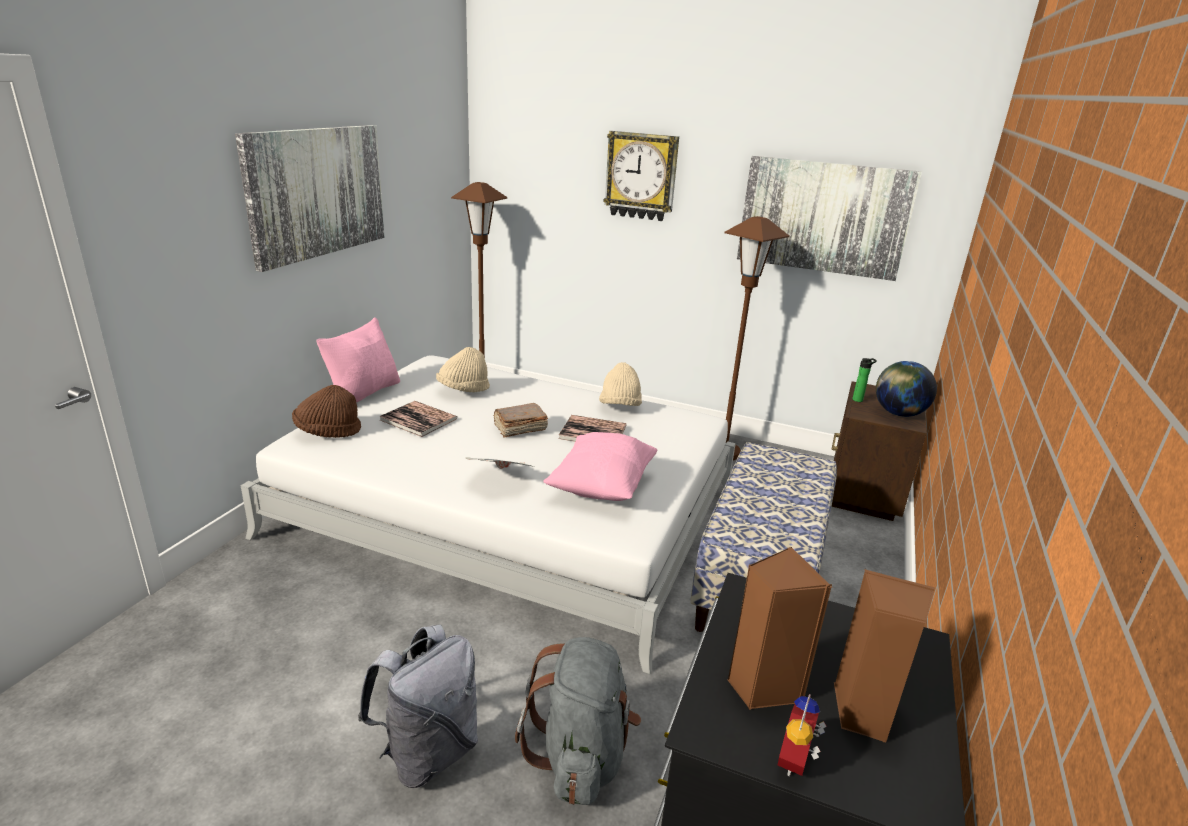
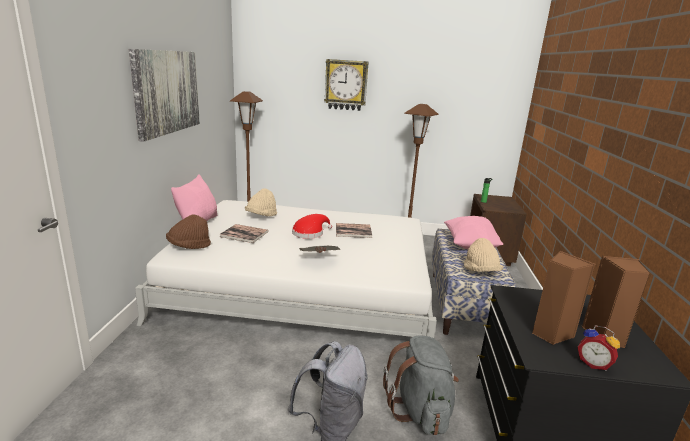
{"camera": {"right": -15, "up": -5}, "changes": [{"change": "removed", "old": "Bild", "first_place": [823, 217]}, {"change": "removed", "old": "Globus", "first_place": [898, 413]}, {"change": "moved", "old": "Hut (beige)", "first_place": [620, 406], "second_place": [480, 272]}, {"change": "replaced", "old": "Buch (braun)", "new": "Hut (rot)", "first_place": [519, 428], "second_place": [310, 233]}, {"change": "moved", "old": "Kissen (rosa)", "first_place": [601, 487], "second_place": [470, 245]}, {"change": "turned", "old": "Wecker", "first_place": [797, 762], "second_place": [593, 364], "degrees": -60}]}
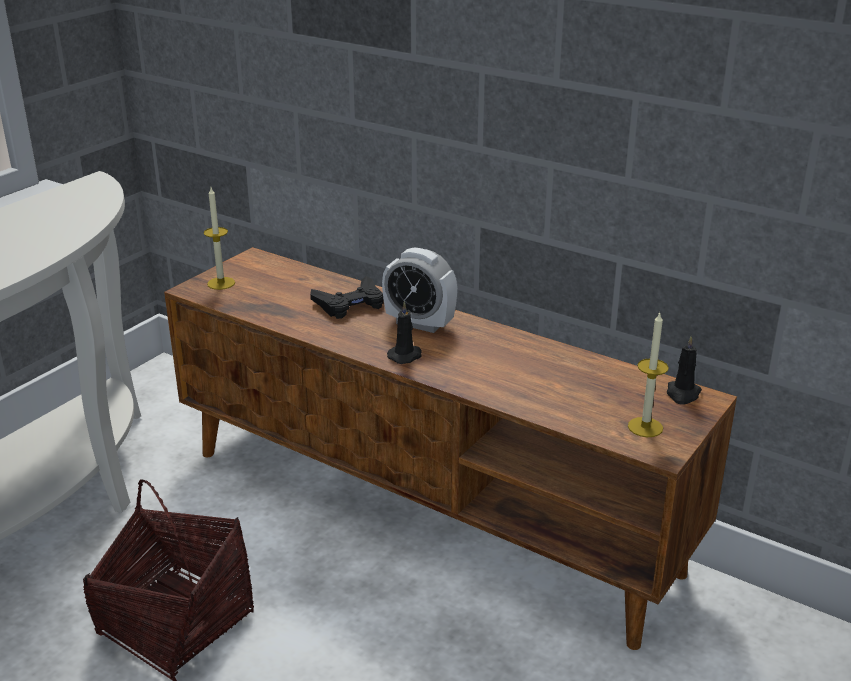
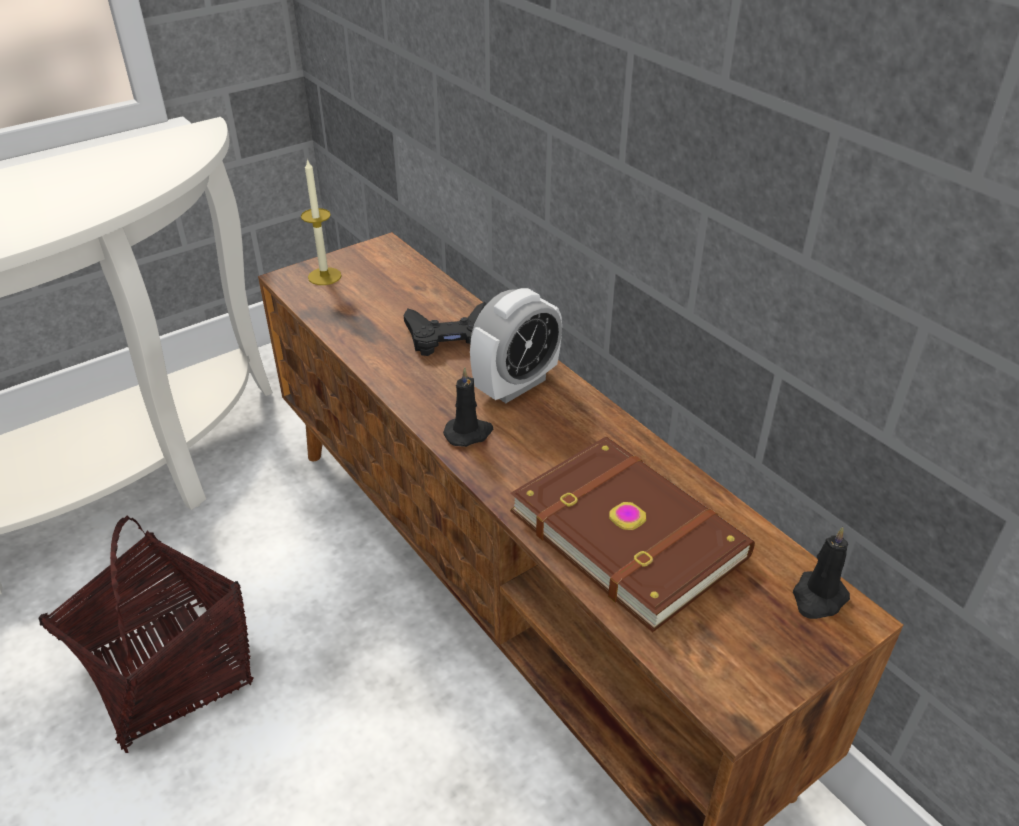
{"camera": {"right": 20, "up": 10}, "changes": [{"change": "turned", "old": "Wecker", "first_place": [419, 323], "second_place": [516, 385], "degrees": -90}, {"change": "removed", "old": "Kerze", "first_place": [645, 427]}, {"change": "added", "new": "Buch (braun)", "second_place": [629, 531]}]}
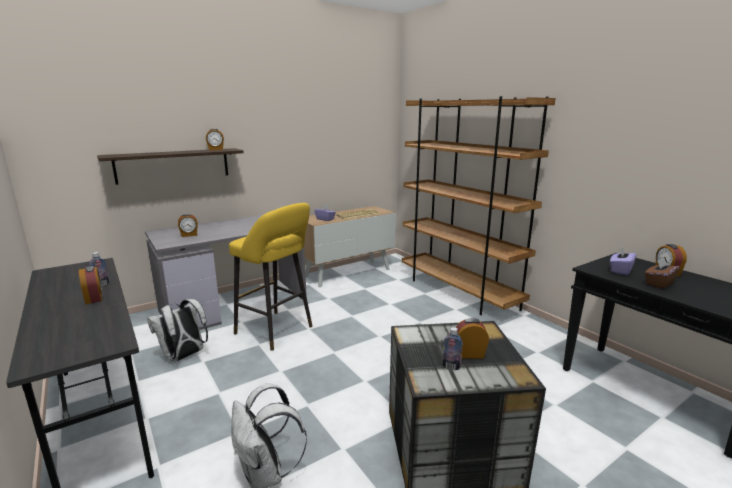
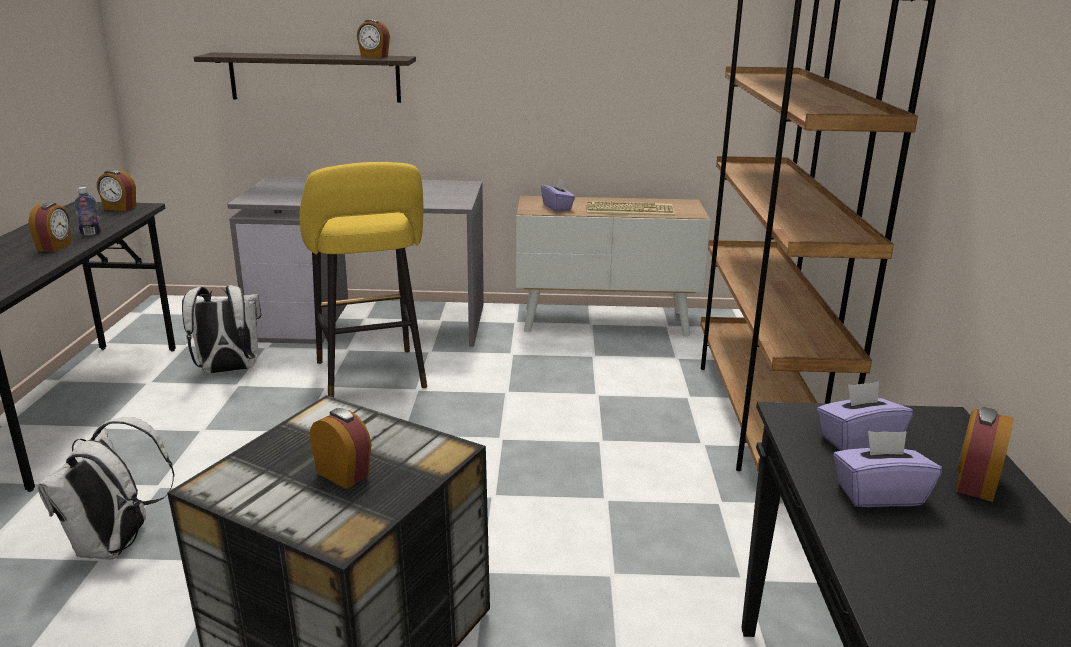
{"camera": {"right": 35, "up": 5}, "changes": [{"change": "moved", "old": "Wecker", "first_place": [189, 235], "second_place": [119, 208]}, {"change": "recoloured", "old": "Taschentuchbox (braun)", "new": "Taschentuchbox (lila)", "first_place": [659, 283], "second_place": [878, 494]}, {"change": "removed", "old": "Flasche", "first_place": [451, 367]}]}
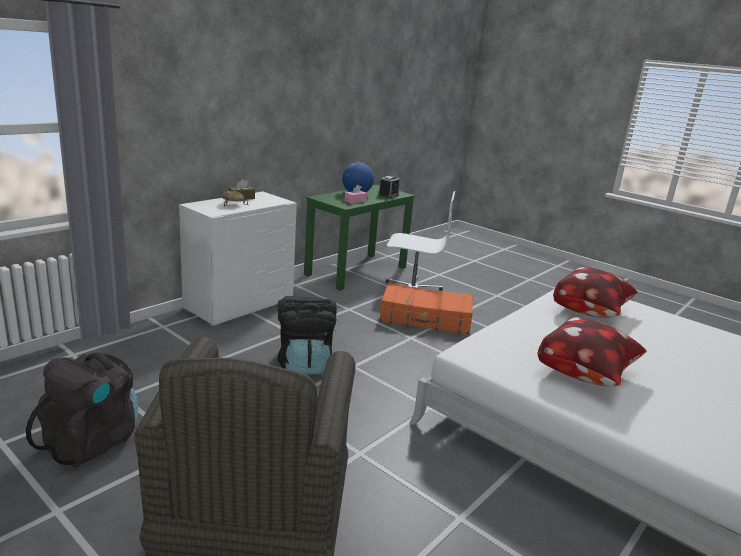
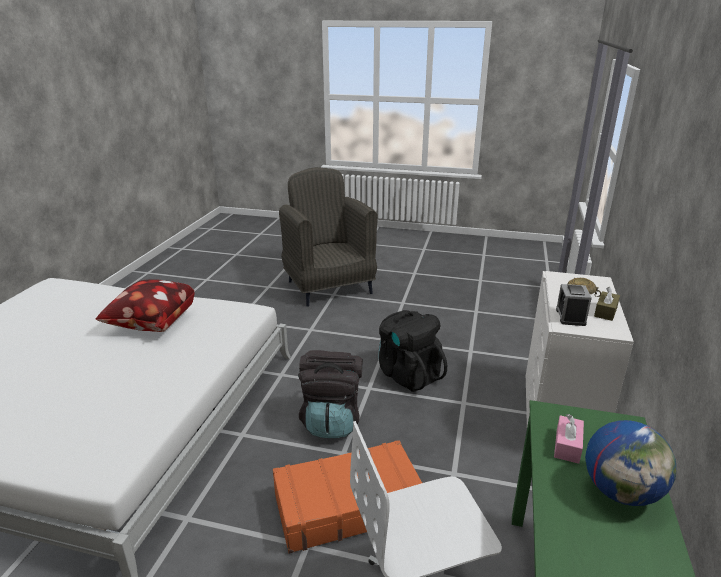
{"camera": {"right": 155, "up": 5}, "changes": [{"change": "moved", "old": "Wecker", "first_place": [388, 195], "second_place": [570, 317]}, {"change": "removed", "old": "Kissen", "first_place": [591, 312]}, {"change": "moved", "old": "Rucksack (schwarz)", "first_place": [93, 441], "second_place": [332, 420]}]}
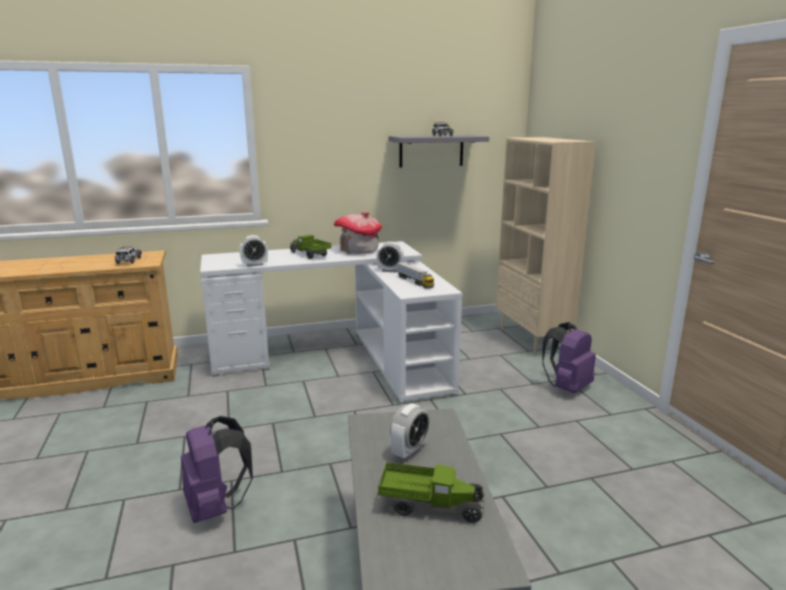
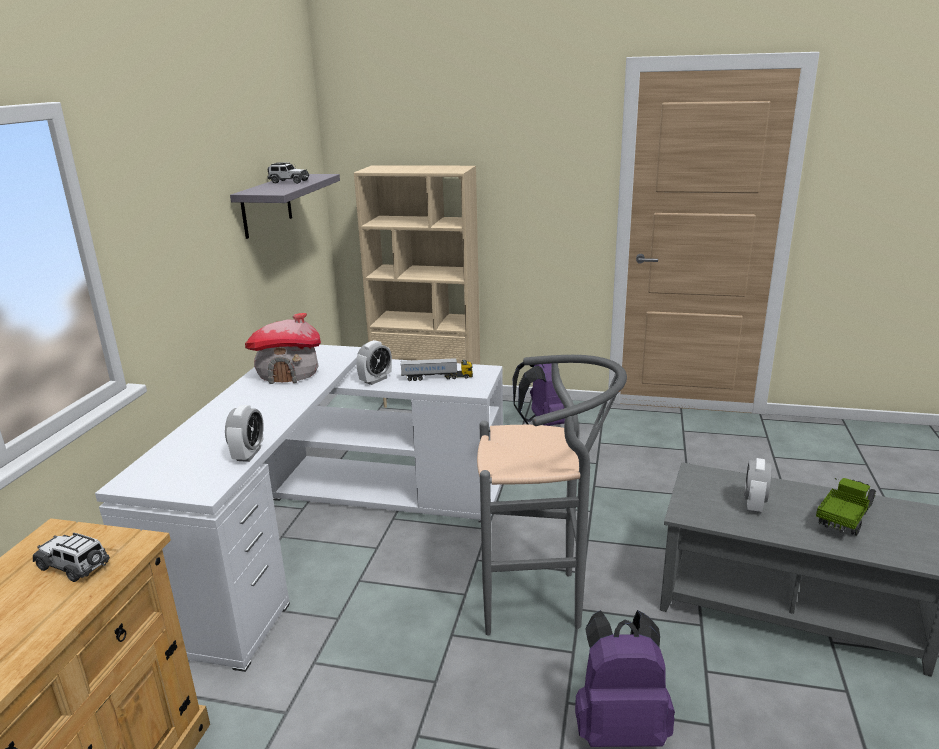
{"camera": {"right": -60, "up": 5}, "changes": [{"change": "removed", "old": "Spielzeuglaster", "first_place": [309, 255]}, {"change": "turned", "old": "Wecker", "first_place": [409, 451], "second_place": [754, 505], "degrees": -135}, {"change": "added", "new": "Hocker (grau)", "second_place": [542, 600]}]}
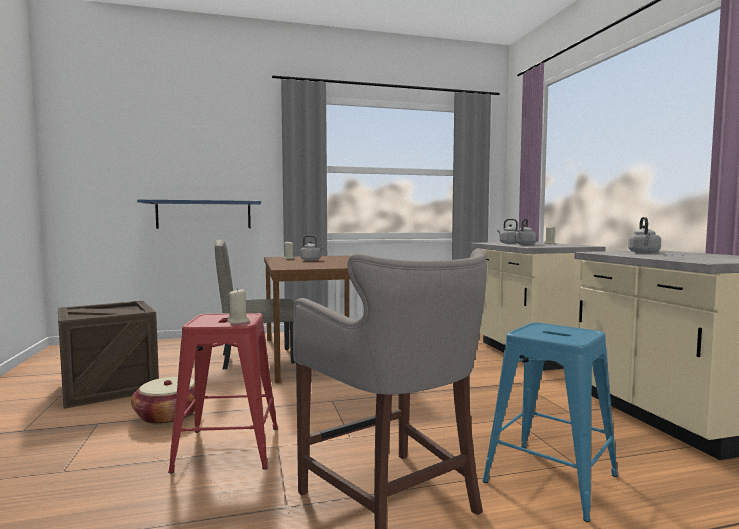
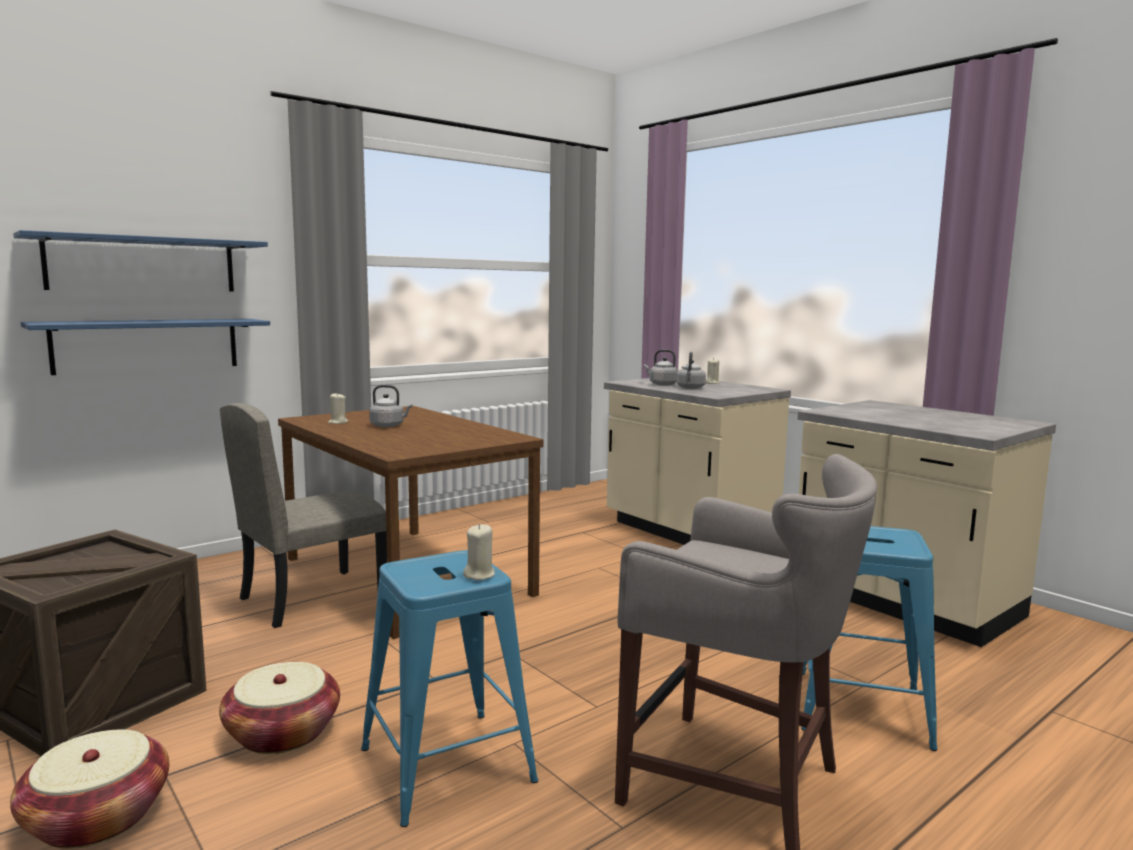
{"camera": {"right": -25, "up": 5}, "changes": [{"change": "removed", "old": "Wasserkessel (grau)", "first_place": [644, 252]}, {"change": "recoloured", "old": "Hocker (rot)", "new": "Hocker (blau)", "first_place": [228, 449], "second_place": [448, 765]}, {"change": "added", "new": "Wandregal (blau)", "second_place": [143, 264]}, {"change": "added", "new": "Korb", "second_place": [97, 818]}]}
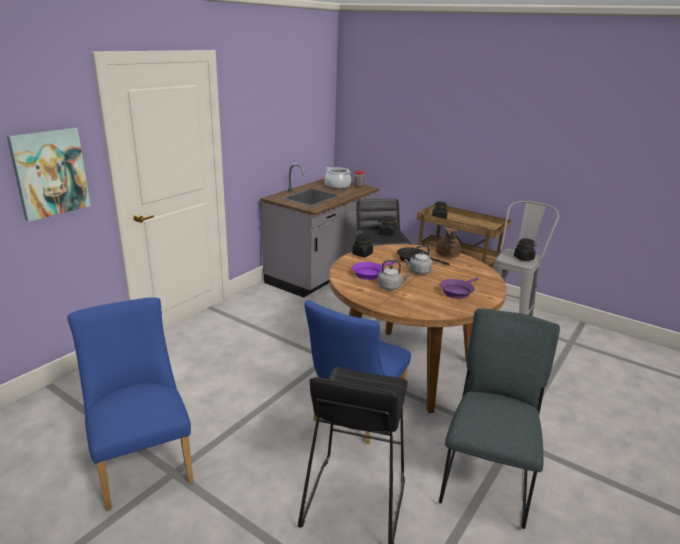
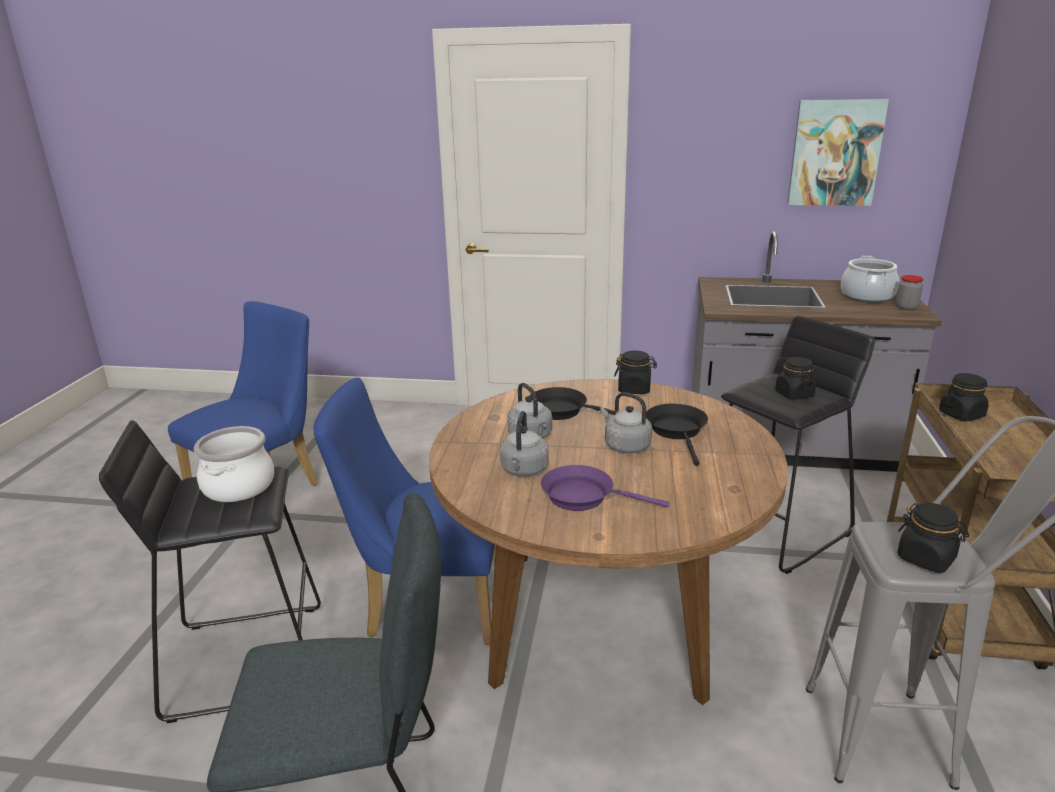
{"camera": {"right": 65, "up": 0}, "changes": [{"change": "moved", "old": "Bild", "first_place": [50, 173], "second_place": [835, 153]}, {"change": "removed", "old": "Teekanne (braun)", "first_place": [447, 256]}, {"change": "recoloured", "old": "Pfanne (lila)", "new": "Pfanne (schwarz)", "first_place": [369, 273], "second_place": [563, 411]}, {"change": "added", "new": "Wasserkessel (grau)", "second_place": [524, 470]}, {"change": "added", "new": "Kochtopf", "second_place": [239, 486]}]}
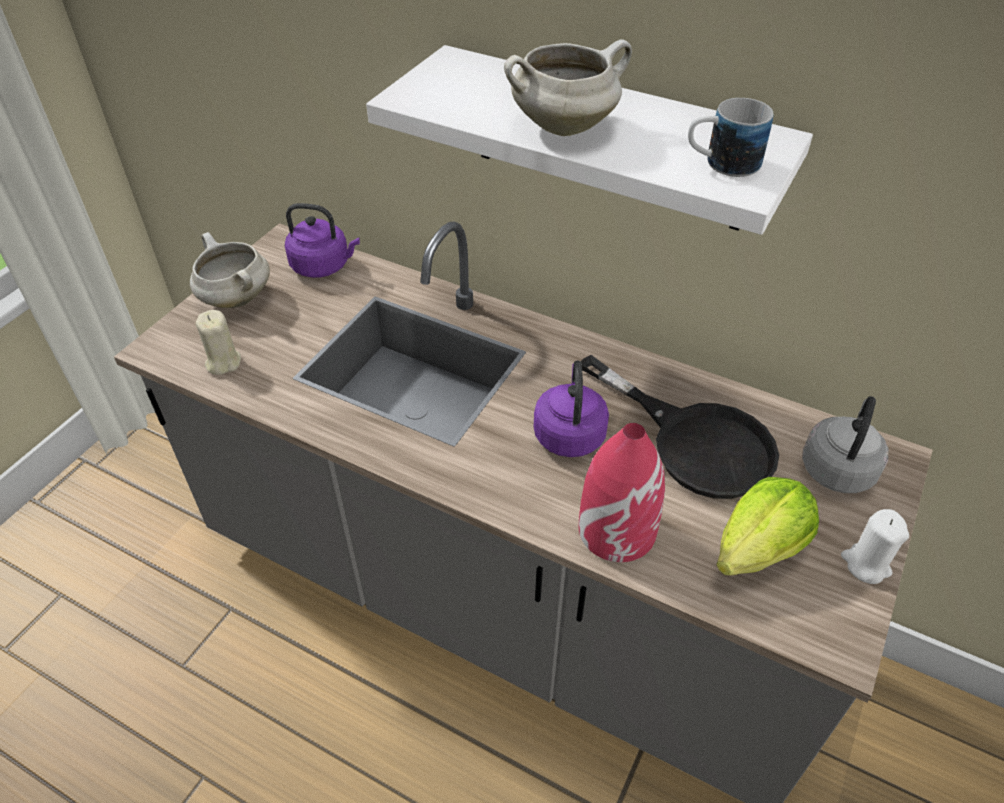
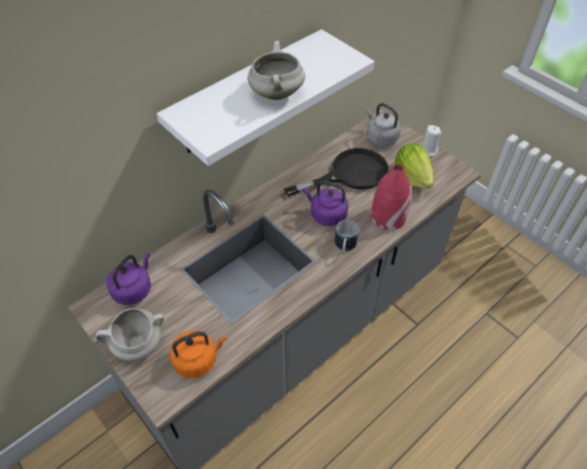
{"camera": {"right": -70, "up": 5}, "changes": [{"change": "moved", "old": "Henkelbecher", "first_place": [721, 164], "second_place": [344, 247]}, {"change": "replaced", "old": "Kerze (beige)", "new": "Wasserkessel (orange)", "first_place": [223, 362], "second_place": [198, 359]}]}
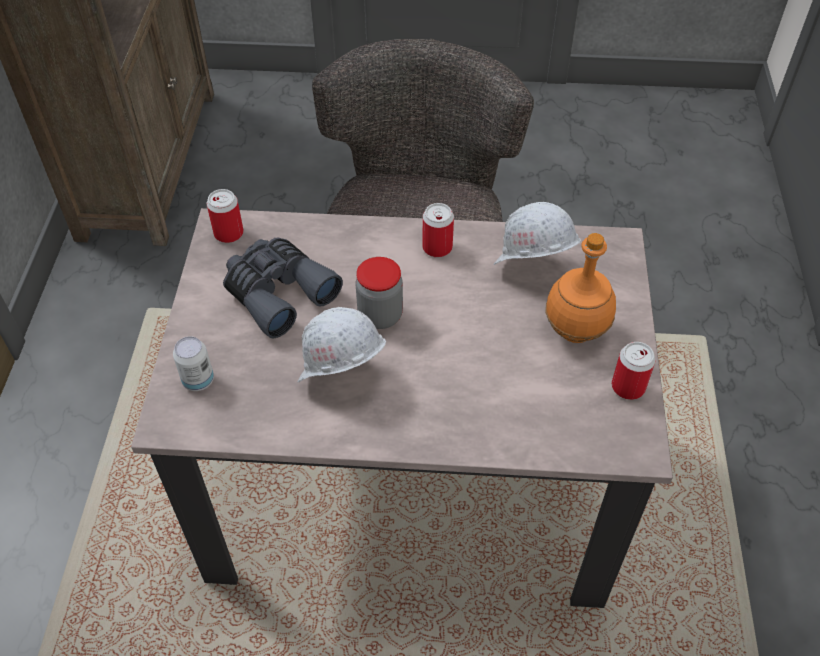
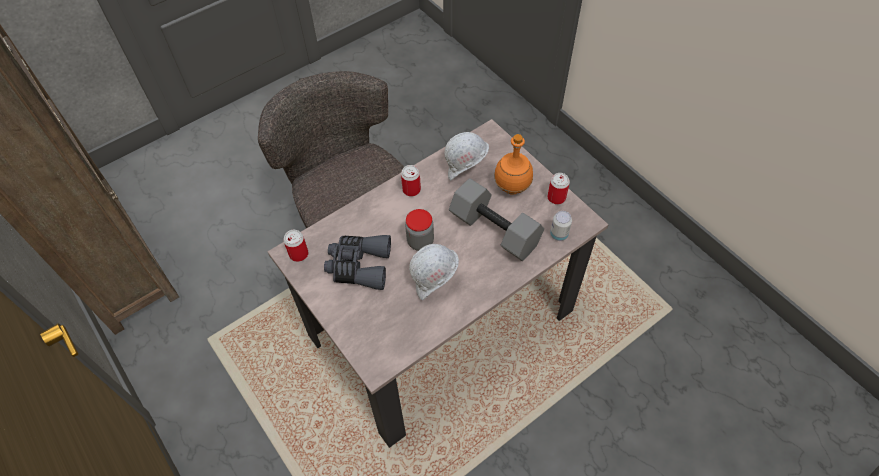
{"camera": {"right": -40, "up": 5}, "changes": [{"change": "moved", "old": "Dose", "first_place": [198, 380], "second_place": [559, 235]}, {"change": "added", "new": "Hantel (grau)", "second_place": [493, 231]}]}
